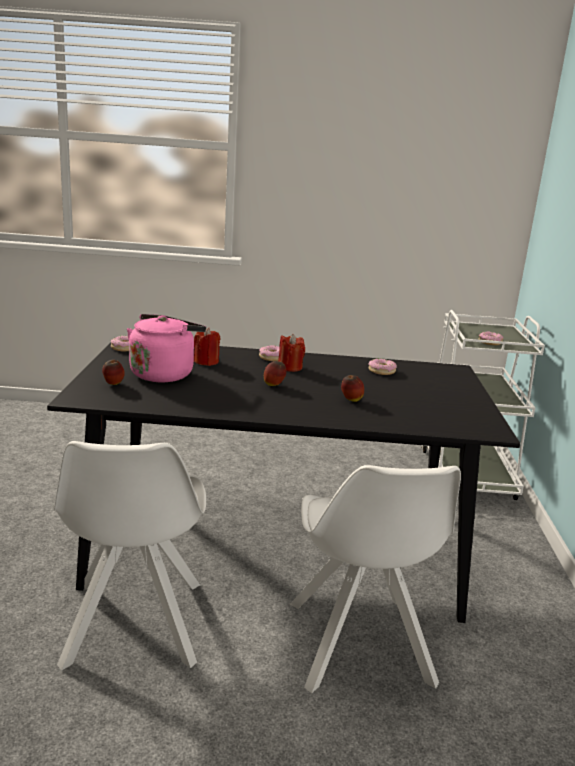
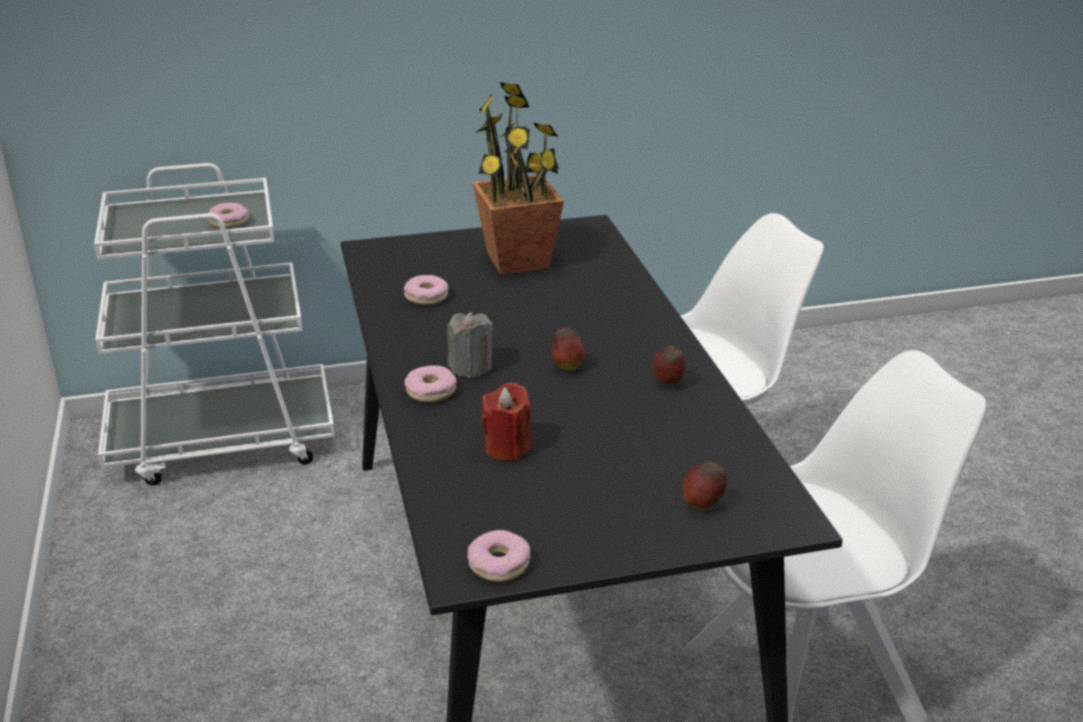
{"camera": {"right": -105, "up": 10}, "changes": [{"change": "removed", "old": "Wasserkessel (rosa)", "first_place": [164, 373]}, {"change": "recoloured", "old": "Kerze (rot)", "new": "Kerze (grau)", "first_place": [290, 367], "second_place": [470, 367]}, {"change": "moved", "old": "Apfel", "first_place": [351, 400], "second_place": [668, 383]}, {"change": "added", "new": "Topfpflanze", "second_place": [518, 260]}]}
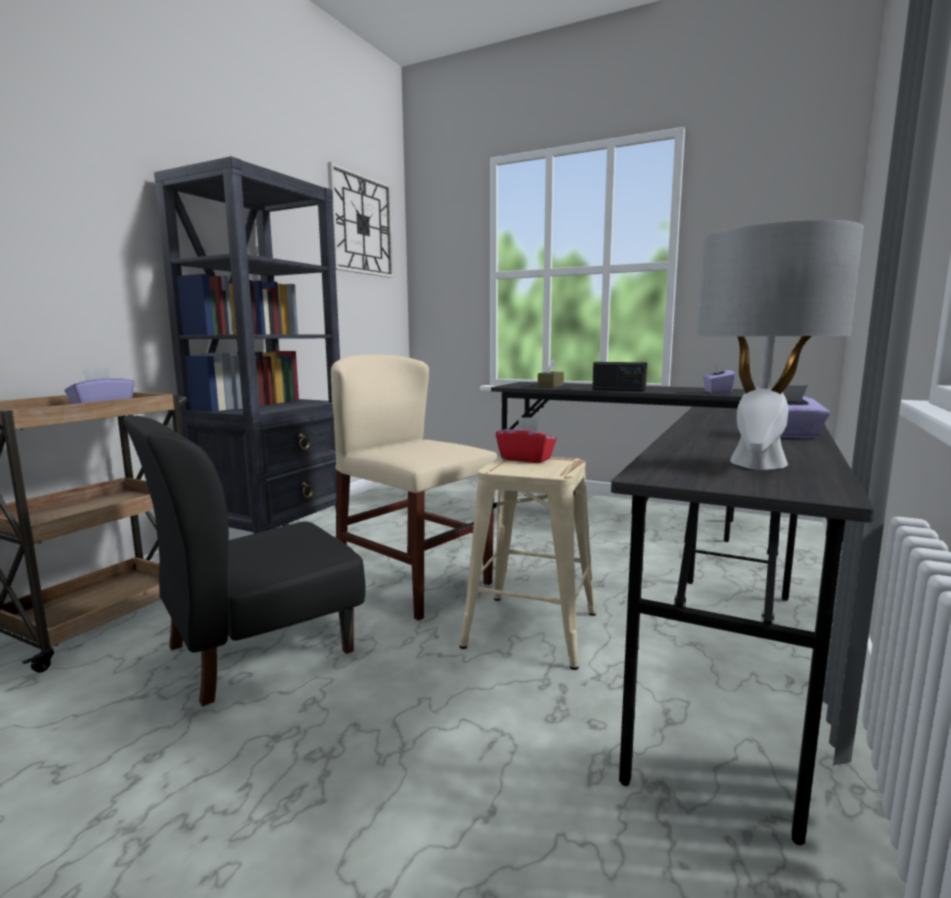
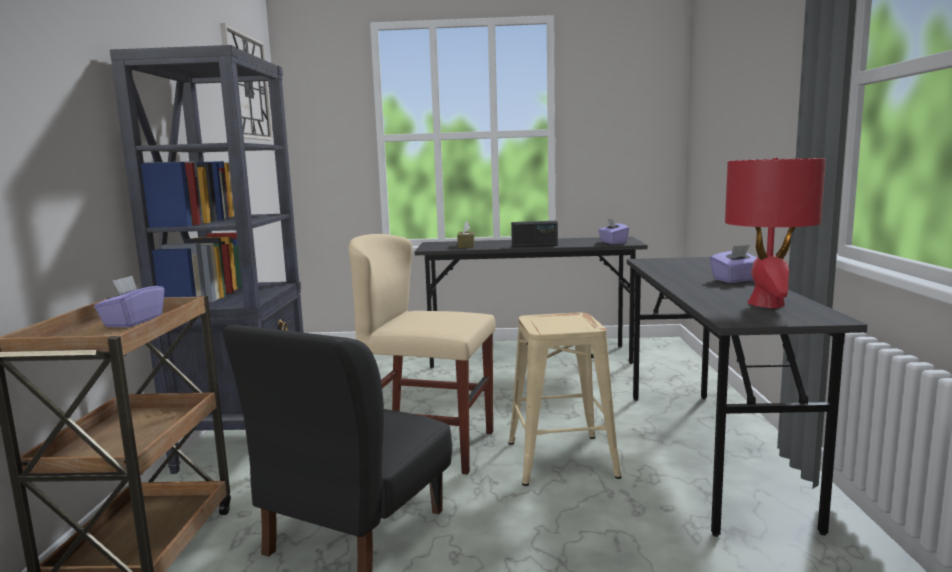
{"camera": {"right": -25, "up": 0}, "changes": [{"change": "recoloured", "old": "Tischlampe (grau)", "new": "Tischlampe (rot)", "first_place": [757, 464], "second_place": [766, 304]}, {"change": "removed", "old": "Taschentuchbox (rot)", "first_place": [526, 459]}]}
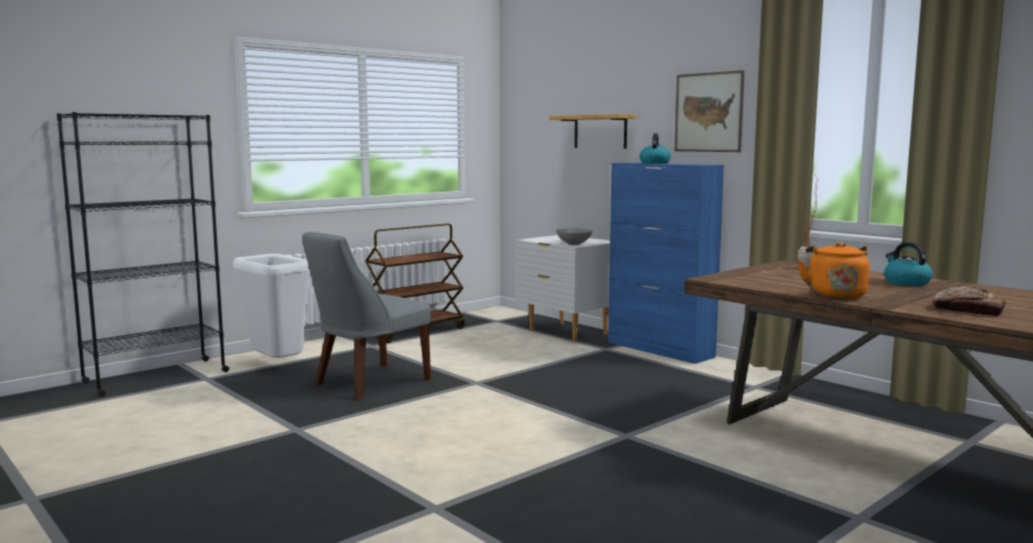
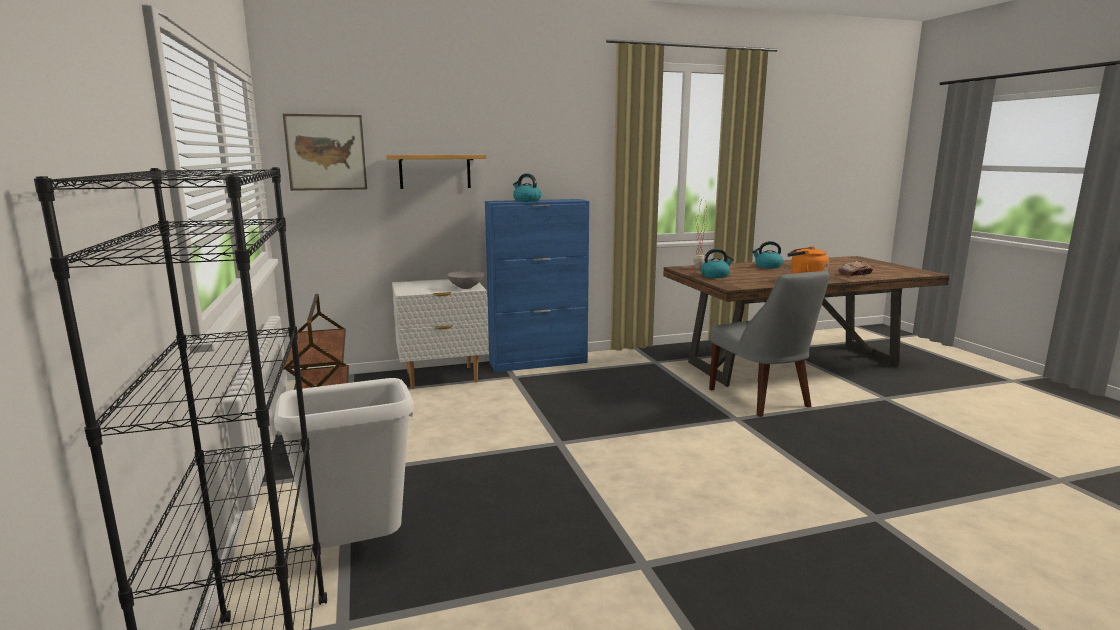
{"camera": {"right": -65, "up": 5}, "changes": [{"change": "moved", "old": "Bild", "first_place": [708, 112], "second_place": [326, 152]}, {"change": "moved", "old": "Stuhl (grau)", "first_place": [368, 383], "second_place": [762, 399]}, {"change": "added", "new": "Wasserkessel", "second_place": [715, 275]}]}
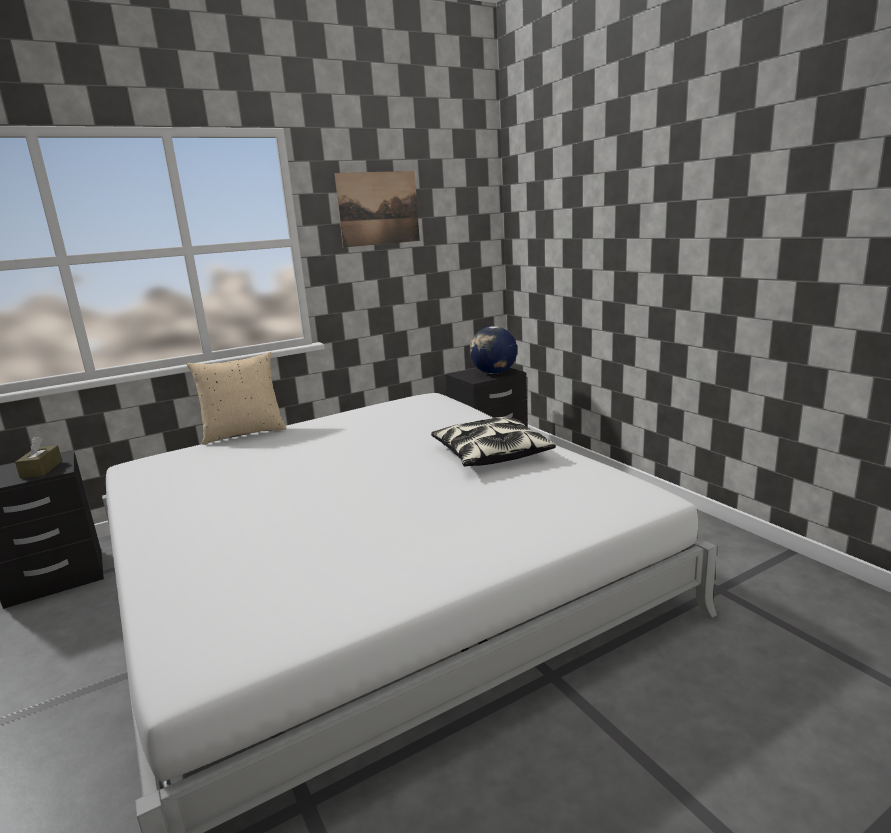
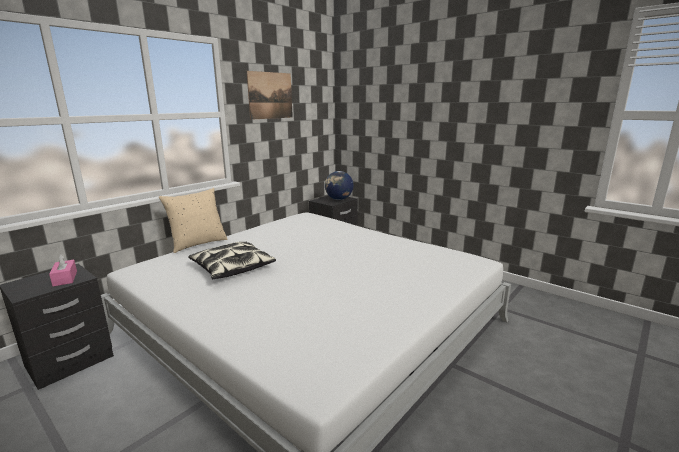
{"camera": {"right": -20, "up": 0}, "changes": [{"change": "moved", "old": "Kissen", "first_place": [490, 454], "second_place": [232, 268]}, {"change": "recoloured", "old": "Taschentuchbox (braun)", "new": "Taschentuchbox (rosa)", "first_place": [41, 469], "second_place": [65, 278]}]}
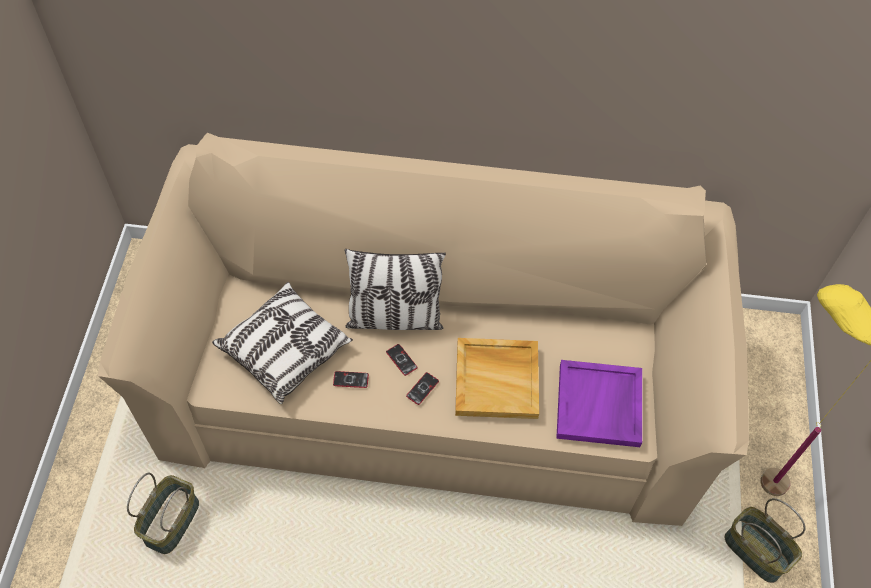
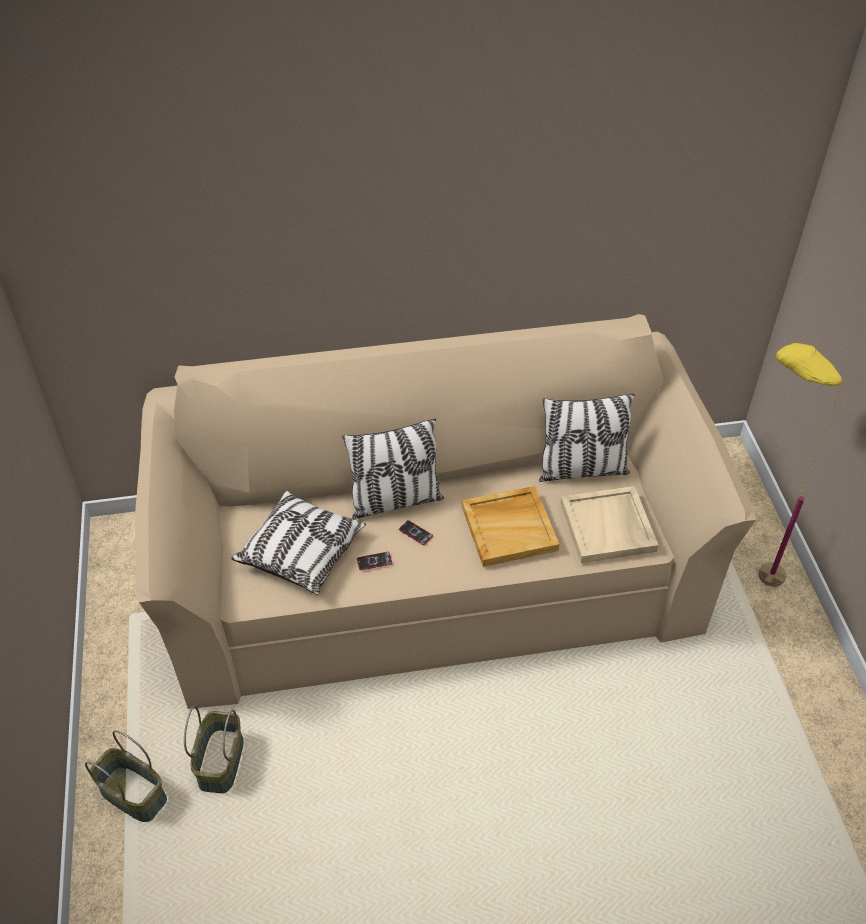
{"camera": {"right": -15, "up": -10}, "changes": [{"change": "recoloured", "old": "Tablett (lila)", "new": "Tablett (beige)", "first_place": [599, 406], "second_place": [608, 527]}, {"change": "removed", "old": "Handy", "first_place": [422, 388]}, {"change": "moved", "old": "Korb", "first_place": [756, 551], "second_place": [134, 794]}, {"change": "added", "new": "Kissen", "second_place": [582, 469]}]}
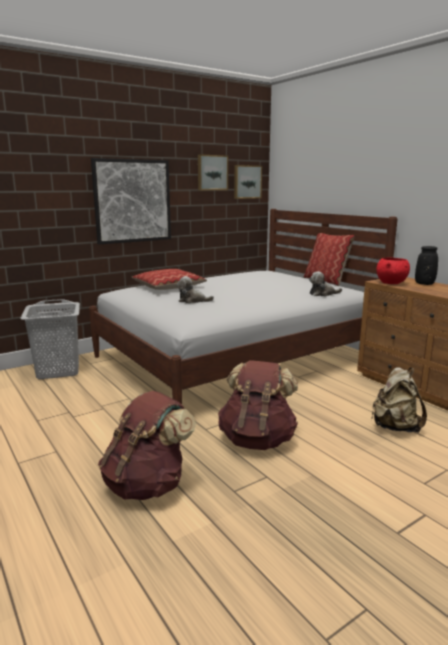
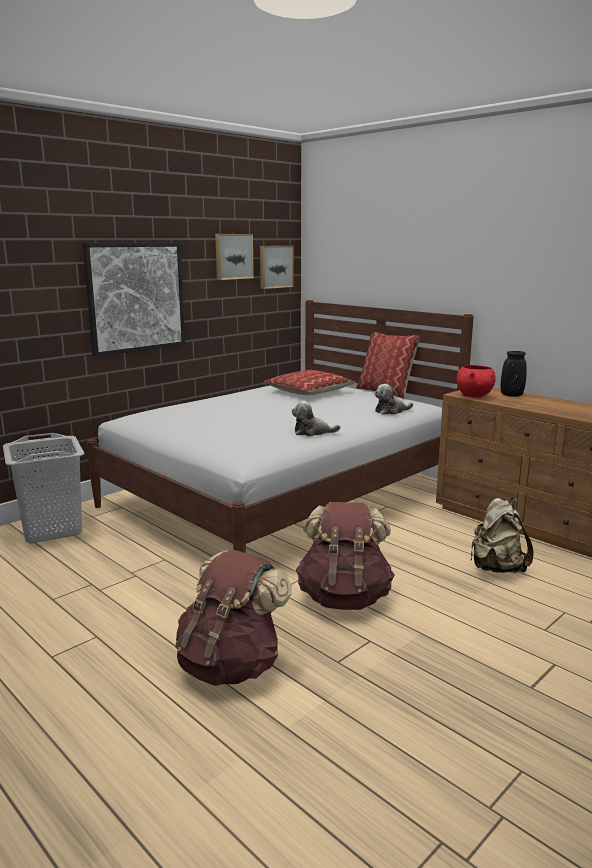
{"camera": {"right": -10, "up": 0}, "changes": [{"change": "moved", "old": "Kissen", "first_place": [169, 287], "second_place": [309, 391]}, {"change": "moved", "old": "Plüschtier", "first_place": [192, 301], "second_place": [312, 432]}]}
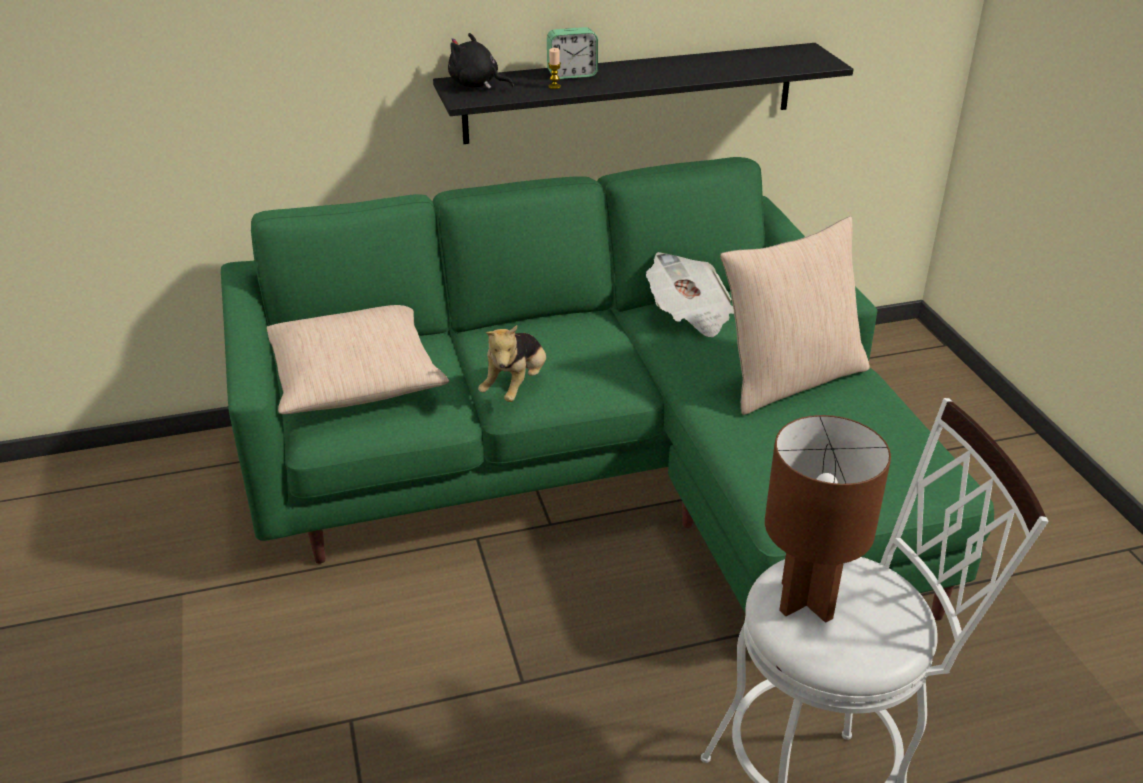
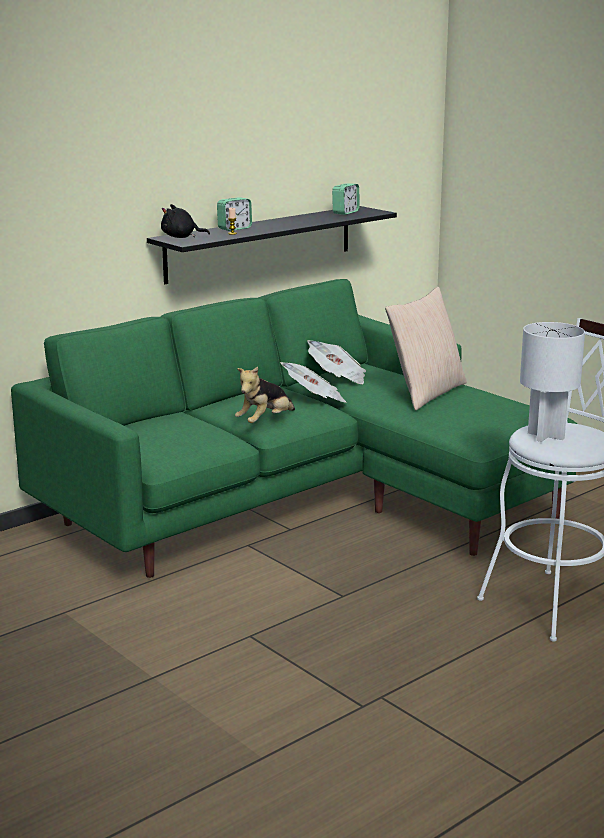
{"camera": {"right": -25, "up": -15}, "changes": [{"change": "removed", "old": "Kissen (beige)", "first_place": [354, 378]}, {"change": "turned", "old": "Plüschtier", "first_place": [516, 386], "second_place": [265, 421], "degrees": 45}, {"change": "recoloured", "old": "Tischlampe (braun)", "new": "Tischlampe (weiß)", "first_place": [805, 600], "second_place": [545, 436]}, {"change": "added", "new": "Wecker", "second_place": [345, 212]}, {"change": "added", "new": "Zeitung", "second_place": [314, 399]}]}
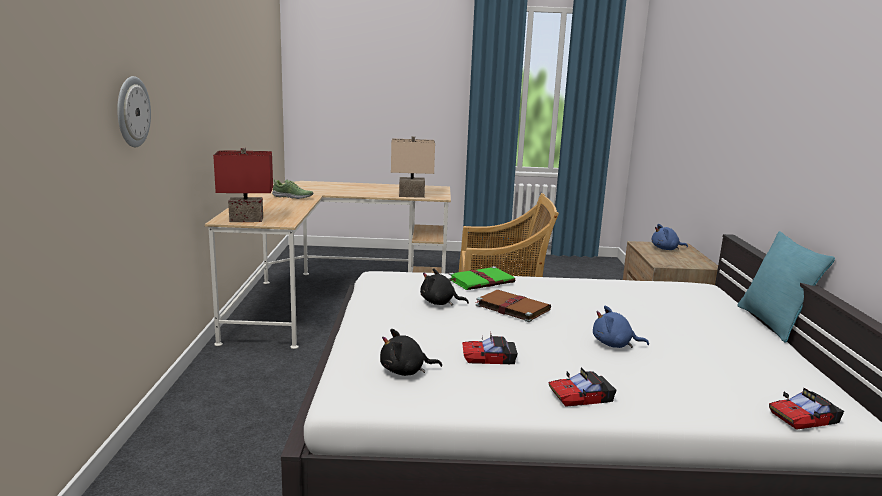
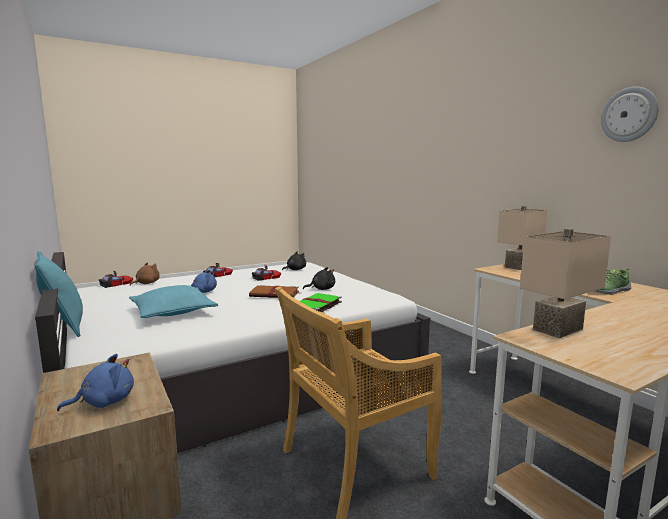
{"camera": {"right": 150, "up": -5}, "changes": [{"change": "moved", "old": "Wanduhr", "first_place": [132, 112], "second_place": [629, 114]}, {"change": "recoloured", "old": "Tischlampe (rot)", "new": "Tischlampe (beige)", "first_place": [247, 219], "second_place": [519, 267]}, {"change": "added", "new": "Plüschtier (braun)", "second_place": [146, 283]}, {"change": "added", "new": "Kissen (türkis)", "second_place": [173, 312]}]}
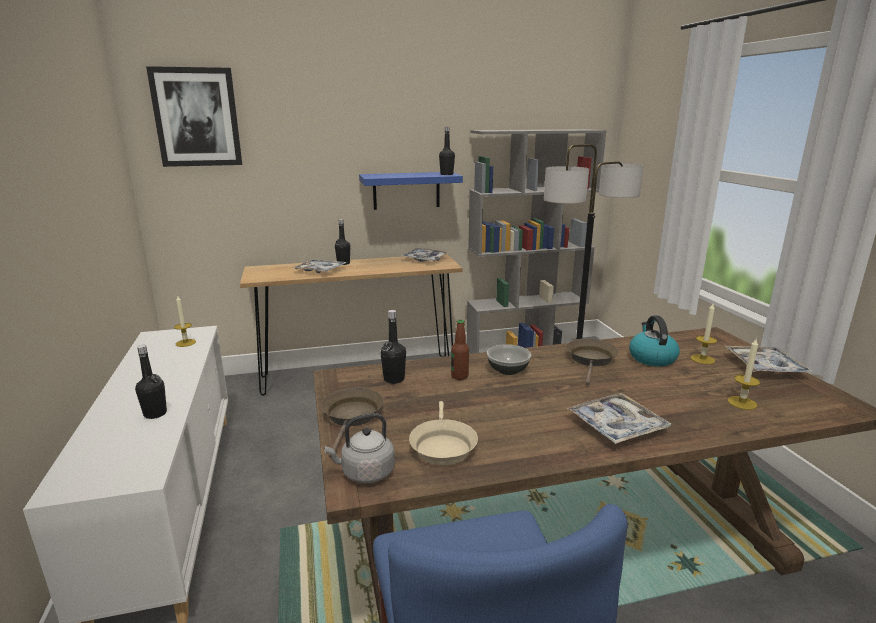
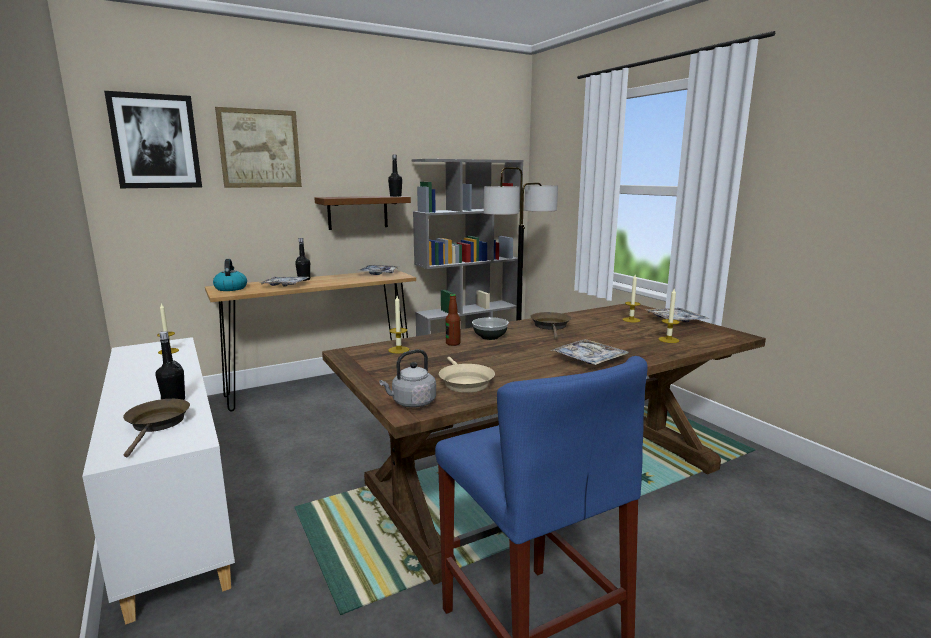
{"camera": {"right": -15, "up": -5}, "changes": [{"change": "recoloured", "old": "Wandregal (blau)", "new": "Wandregal (braun)", "first_place": [406, 190], "second_place": [357, 212]}, {"change": "replaced", "old": "Flasche (schwarz)", "new": "Kerze", "first_place": [394, 379], "second_place": [398, 350]}, {"change": "moved", "old": "Wasserkessel", "first_place": [651, 358], "second_place": [231, 288]}, {"change": "moved", "old": "Pfanne (braun)", "first_place": [352, 417], "second_place": [157, 424]}, {"change": "added", "new": "Bild", "second_place": [260, 148]}]}
